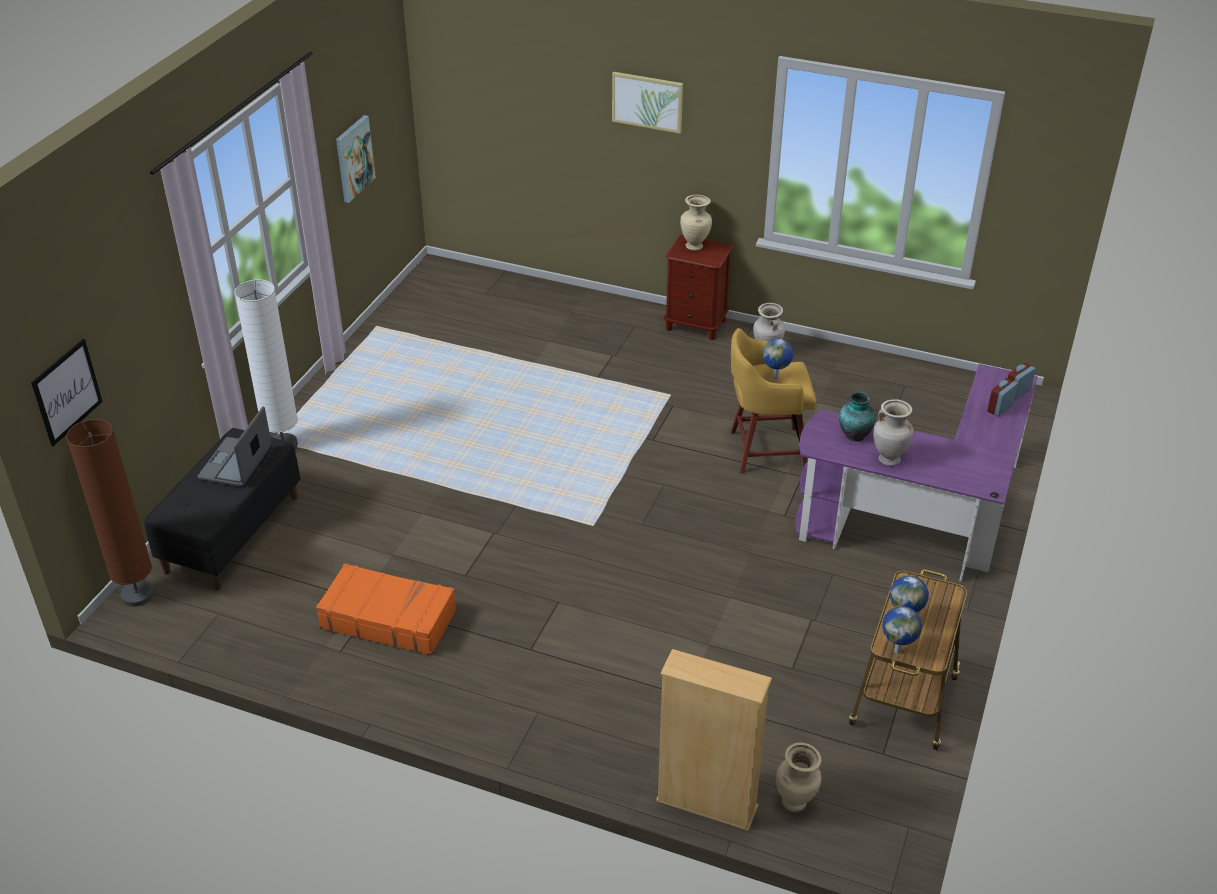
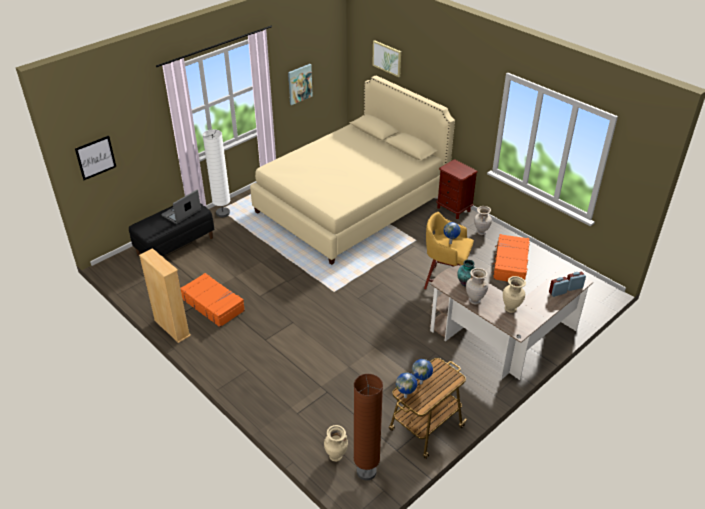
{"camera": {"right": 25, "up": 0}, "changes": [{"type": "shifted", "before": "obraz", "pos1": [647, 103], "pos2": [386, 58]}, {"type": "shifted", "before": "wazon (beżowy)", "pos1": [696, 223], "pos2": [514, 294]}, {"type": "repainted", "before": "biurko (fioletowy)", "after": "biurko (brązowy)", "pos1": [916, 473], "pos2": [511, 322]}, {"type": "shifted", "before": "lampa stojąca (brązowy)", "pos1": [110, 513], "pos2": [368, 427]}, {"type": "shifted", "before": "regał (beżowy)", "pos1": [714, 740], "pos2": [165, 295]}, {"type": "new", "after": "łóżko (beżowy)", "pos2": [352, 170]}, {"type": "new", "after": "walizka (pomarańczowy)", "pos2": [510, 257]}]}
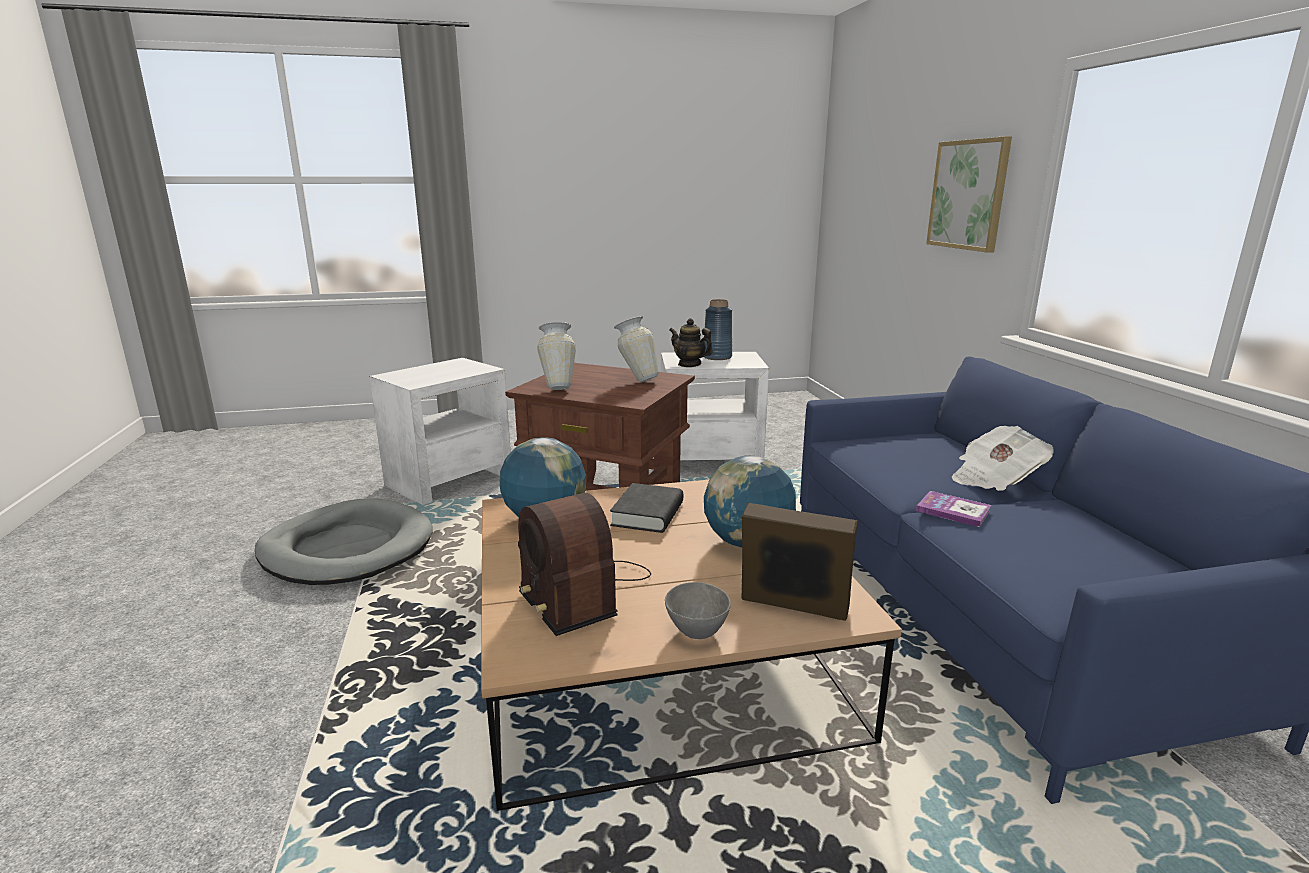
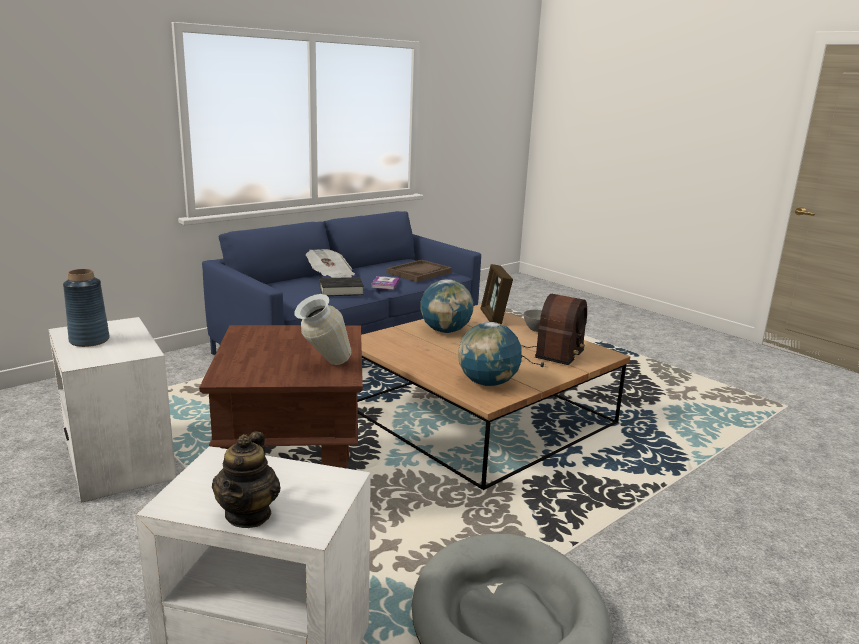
{"camera": {"right": -120, "up": 0}, "changes": [{"type": "gone", "before": "obraz", "pos1": [969, 194]}, {"type": "gone", "before": "wazon", "pos1": [636, 349]}, {"type": "shifted", "before": "imbryk", "pos1": [691, 342], "pos2": [246, 479]}, {"type": "shifted", "before": "książka (czarny)", "pos1": [646, 508], "pos2": [342, 286]}, {"type": "new", "after": "taca (brązowy)", "pos2": [419, 271]}]}
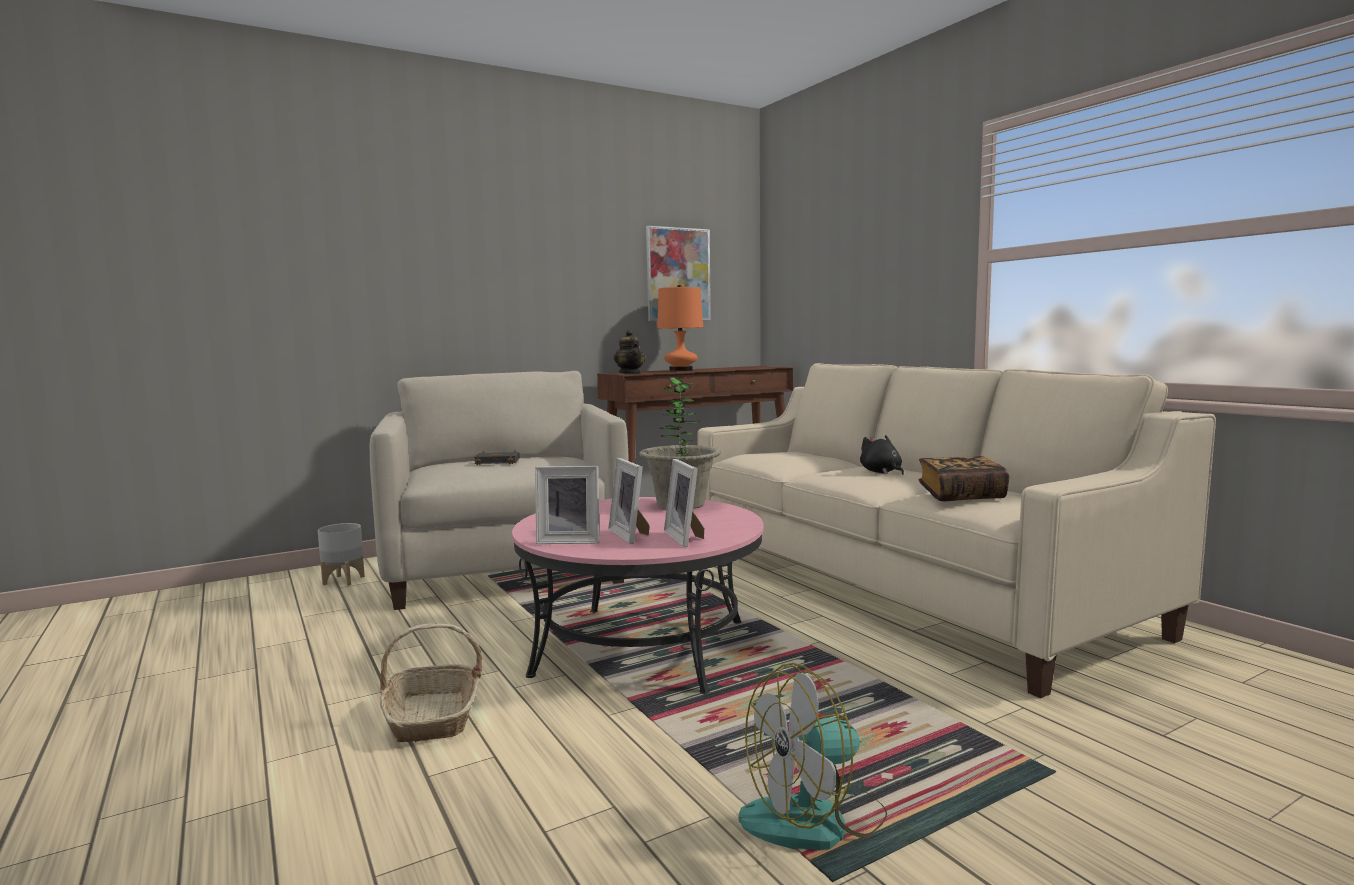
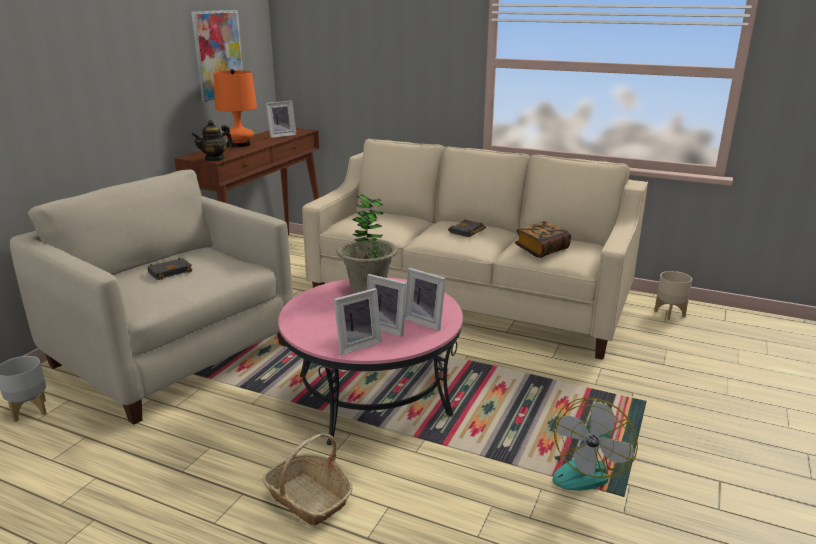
{"camera": {"right": -35, "up": 15}, "changes": [{"type": "rotated", "before": "imbryk", "pos1": [630, 352], "pos2": [212, 140], "turn": 105}, {"type": "swapped", "before": "pluszak (czarny)", "after": "książka (czarny)", "pos1": [882, 455], "pos2": [467, 228]}, {"type": "new", "after": "ramka na zdjęcie", "pos2": [281, 119]}, {"type": "new", "after": "donica (beżowy)", "pos2": [673, 295]}]}
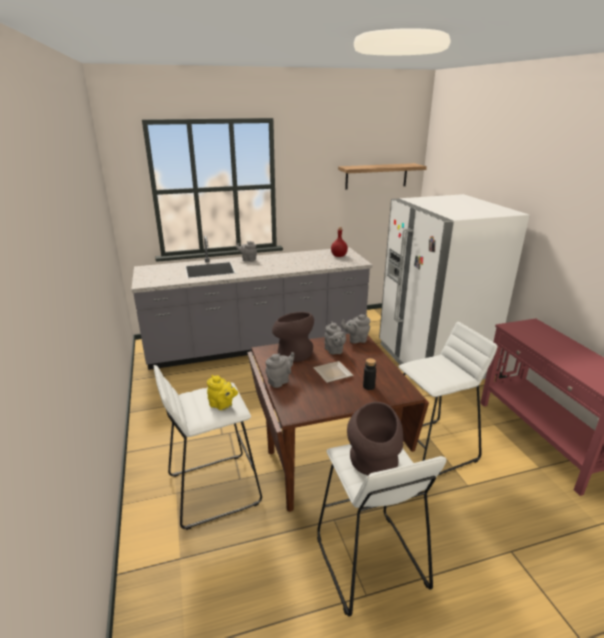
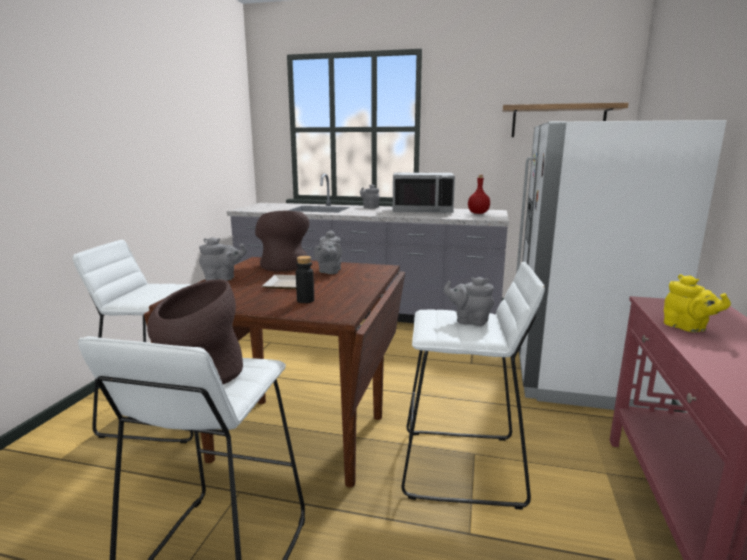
{"camera": {"right": 30, "up": -10}, "changes": [{"type": "shifted", "before": "imbryk (szary)", "pos1": [355, 329], "pos2": [468, 301]}, {"type": "shifted", "before": "imbryk (żółty)", "pos1": [222, 392], "pos2": [697, 303]}, {"type": "new", "after": "mikrofalówka (szary)", "pos2": [424, 192]}]}
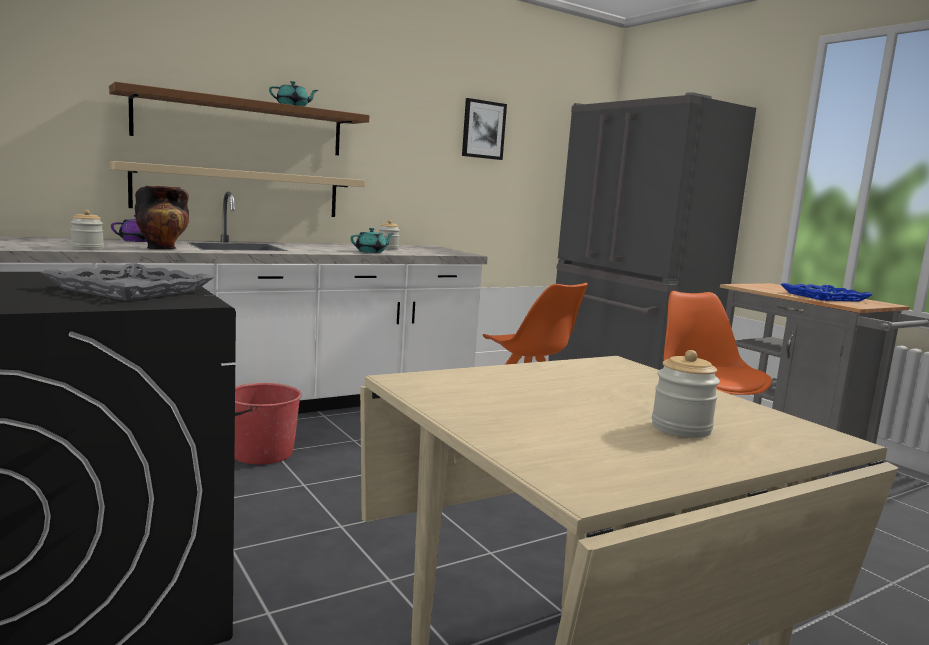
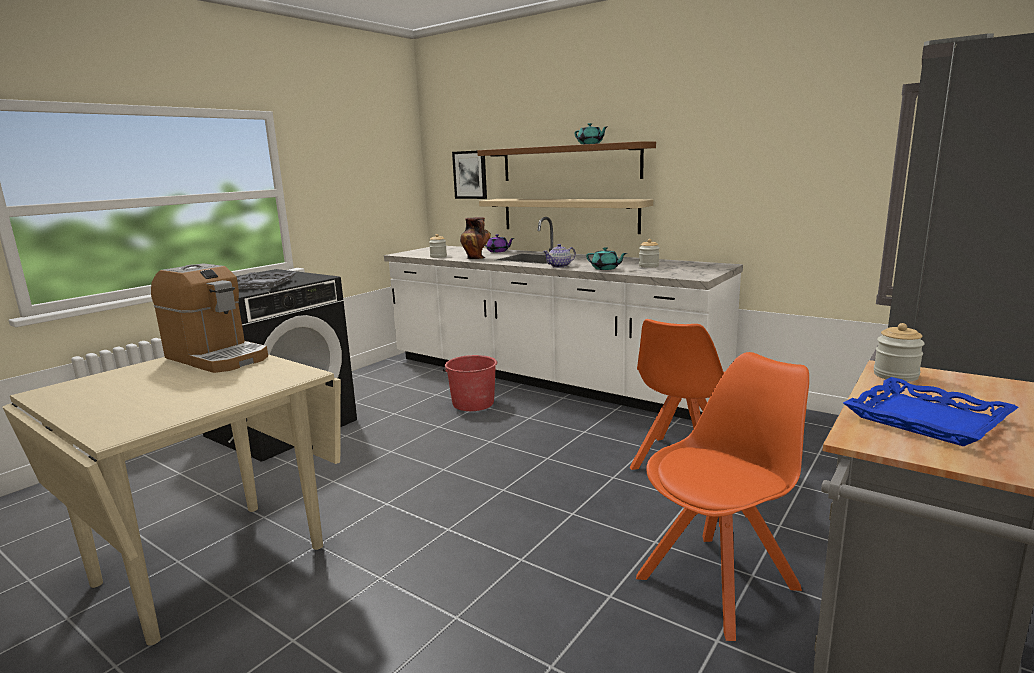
{"camera": {"right": 70, "up": 5}, "changes": [{"type": "shifted", "before": "obraz", "pos1": [484, 129], "pos2": [469, 175]}, {"type": "shifted", "before": "słoik", "pos1": [686, 394], "pos2": [899, 352]}, {"type": "new", "after": "imbryk", "pos2": [559, 256]}, {"type": "new", "after": "ekspres do kawy", "pos2": [209, 318]}]}
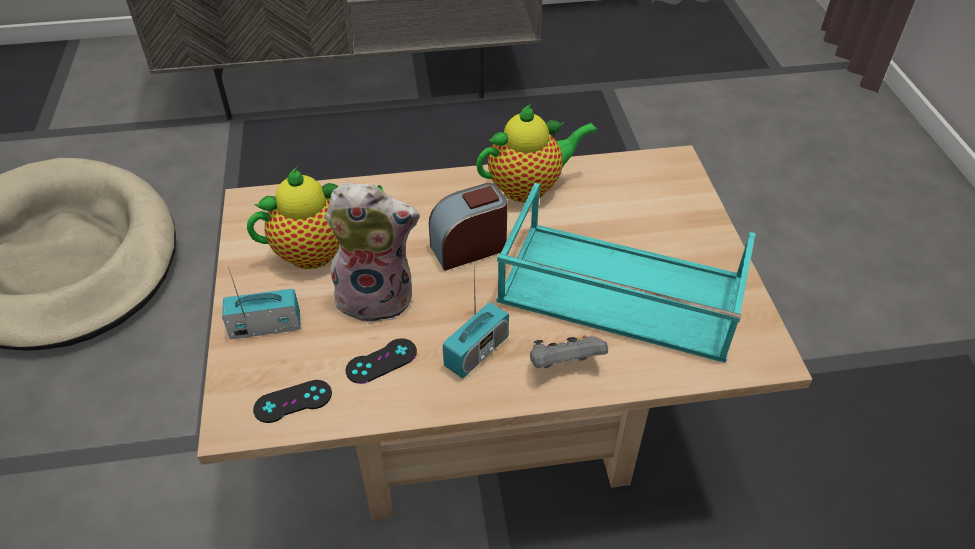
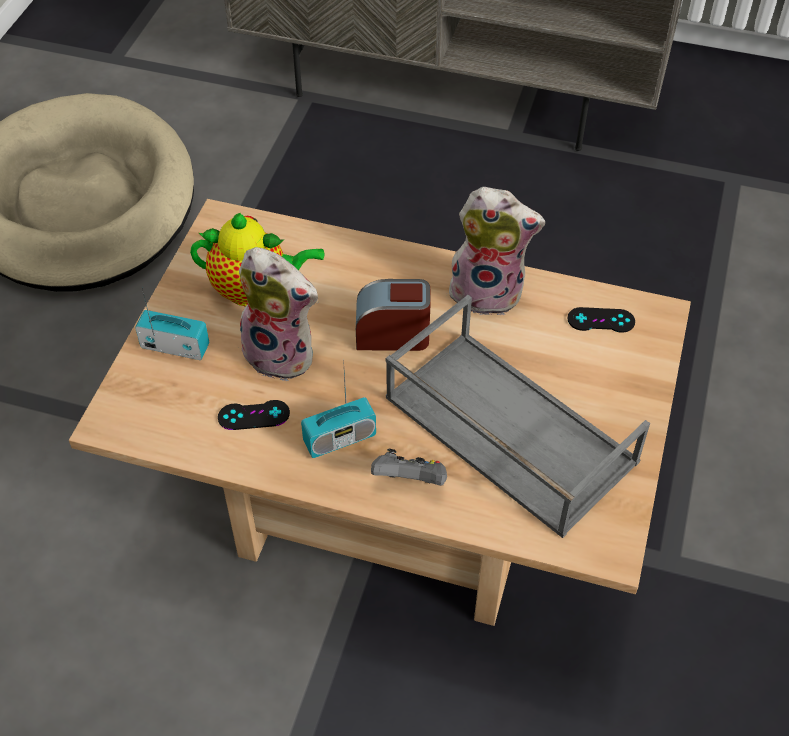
{"camera": {"right": 25, "up": 5}, "changes": [{"type": "swapped", "before": "imbryk", "after": "pluszak", "pos1": [537, 153], "pos2": [497, 251]}, {"type": "repainted", "before": "taca (turkusowy)", "after": "taca (szary)", "pos1": [626, 273], "pos2": [518, 416]}, {"type": "shifted", "before": "pad do gier (czarny)", "pos1": [292, 401], "pos2": [601, 320]}]}
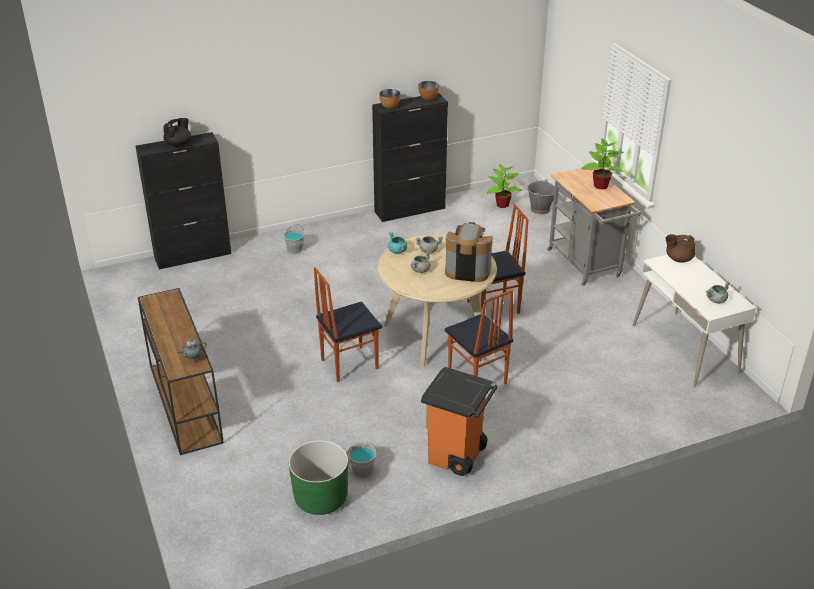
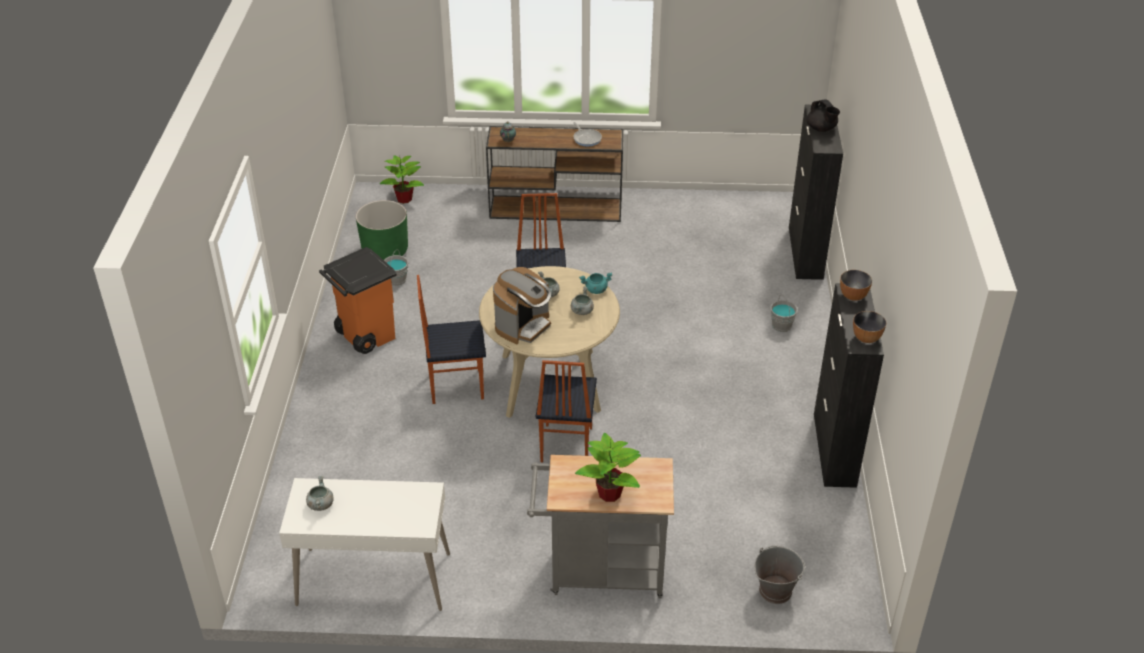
{"camera": {"right": 115, "up": 5}, "changes": [{"type": "shifted", "before": "roślina doniczkowa", "pos1": [504, 186], "pos2": [402, 179]}, {"type": "gone", "before": "imbryk (brązowy)", "pos1": [680, 248]}, {"type": "new", "after": "patelnia", "pos2": [587, 134]}]}
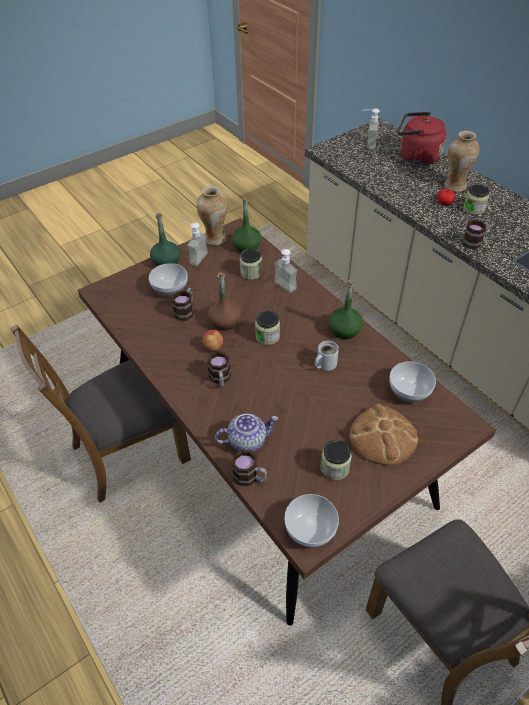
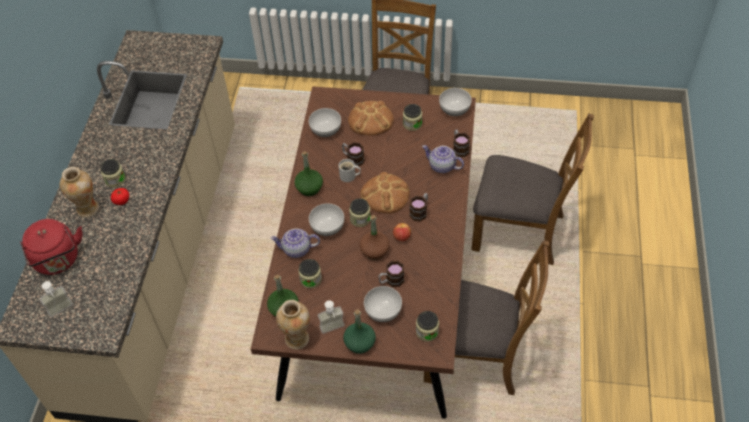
{"camera": {"right": -135, "up": 5}, "changes": [{"type": "shifted", "before": "kubek", "pos1": [478, 234], "pos2": [353, 154]}, {"type": "swapped", "before": "dozownik mydła", "after": "imbryk", "pos1": [286, 269], "pos2": [295, 243]}, {"type": "new", "after": "krzesło (brązowy)", "pos2": [532, 189]}, {"type": "new", "after": "chleb", "pos2": [385, 193]}, {"type": "new", "after": "miska", "pos2": [326, 219]}, {"type": "new", "after": "słoik", "pos2": [427, 326]}]}
